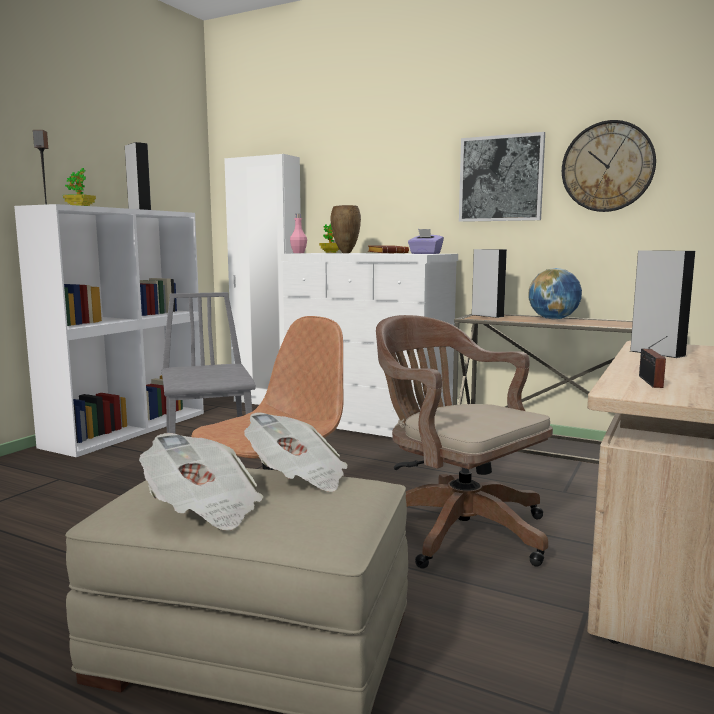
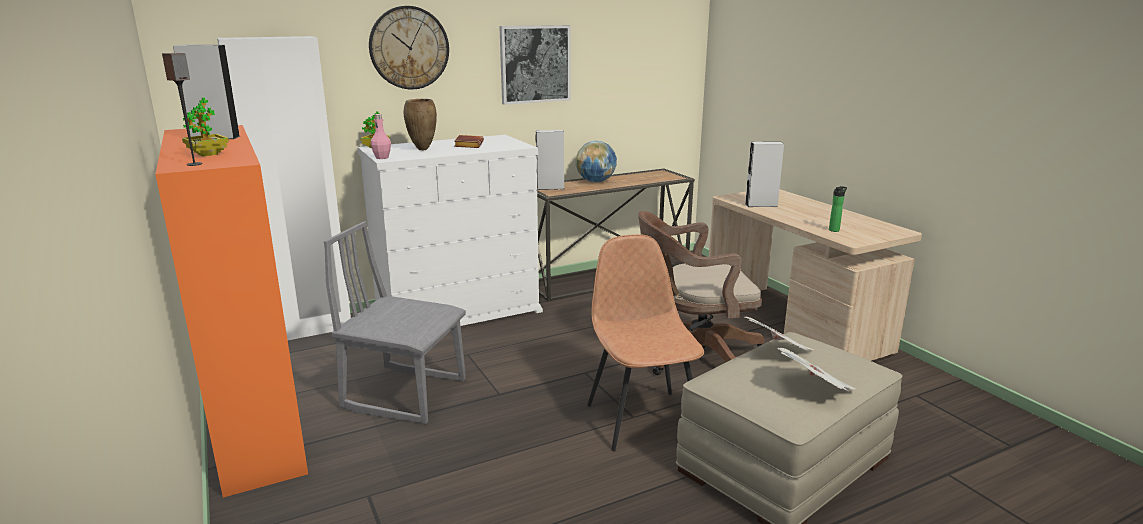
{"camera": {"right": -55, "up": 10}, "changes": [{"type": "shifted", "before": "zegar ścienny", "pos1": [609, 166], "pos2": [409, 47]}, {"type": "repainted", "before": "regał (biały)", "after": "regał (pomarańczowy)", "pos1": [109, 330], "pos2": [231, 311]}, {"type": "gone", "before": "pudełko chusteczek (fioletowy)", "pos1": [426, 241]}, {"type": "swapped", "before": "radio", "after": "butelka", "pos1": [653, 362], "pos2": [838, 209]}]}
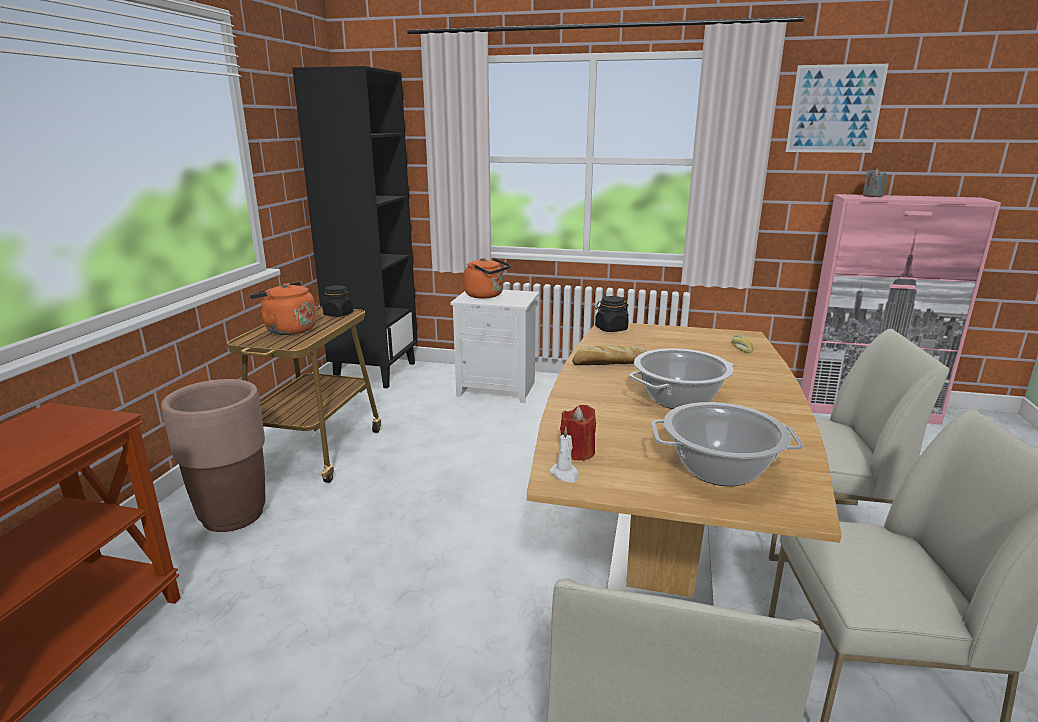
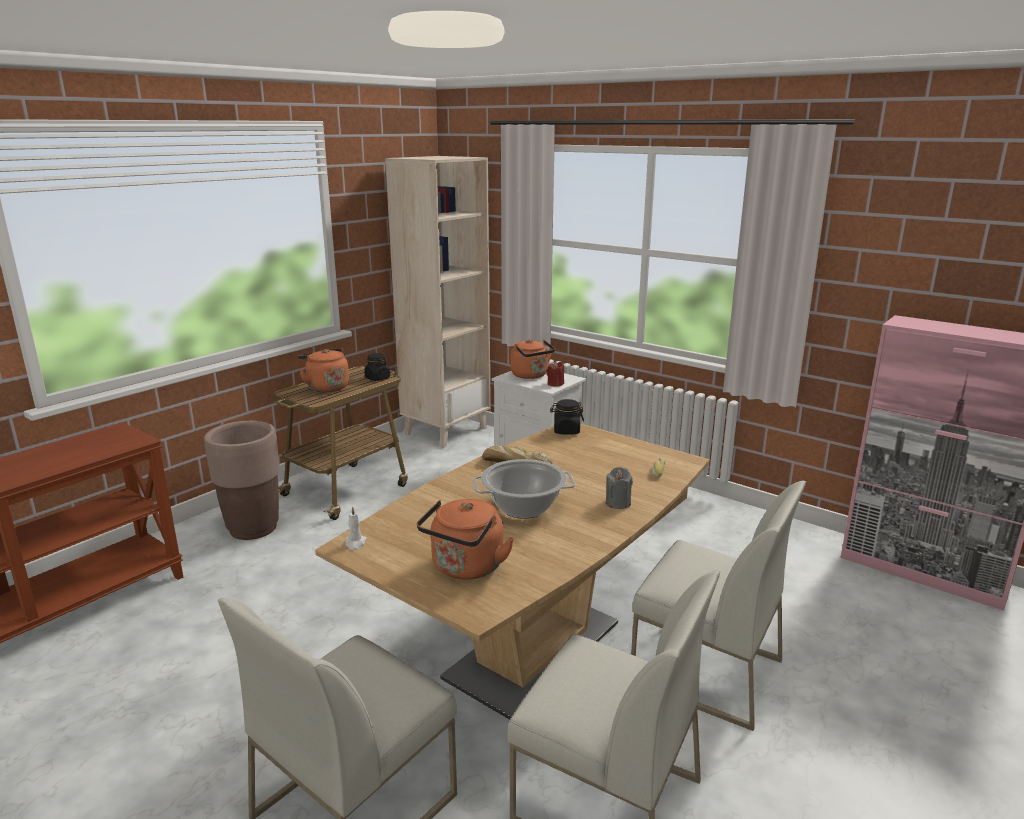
{"camera": {"right": 25, "up": 0}, "changes": [{"type": "gone", "before": "obraz", "pos1": [837, 108]}, {"type": "repainted", "before": "regał (czarny)", "after": "regał (beżowy)", "pos1": [355, 227], "pos2": [438, 302]}, {"type": "shifted", "before": "świeca (szary)", "pos1": [875, 182], "pos2": [619, 488]}, {"type": "swapped", "before": "garnek", "after": "czajnik (pomarańczowy)", "pos1": [728, 444], "pos2": [465, 539]}, {"type": "shifted", "before": "świeca (czerwony)", "pos1": [578, 433], "pos2": [555, 374]}]}
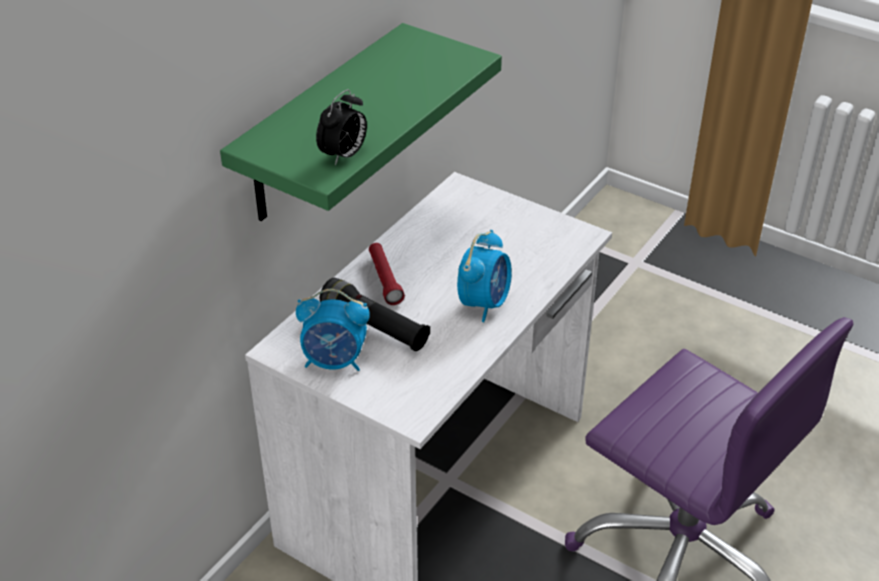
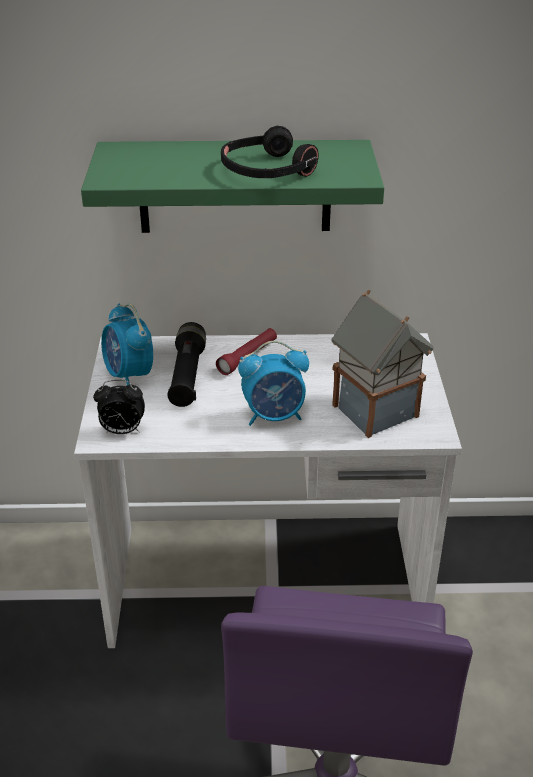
{"camera": {"right": 55, "up": -5}, "changes": [{"type": "shifted", "before": "budzik", "pos1": [341, 127], "pos2": [119, 407]}, {"type": "new", "after": "słuchawki (czarny)", "pos2": [270, 152]}, {"type": "new", "after": "domek", "pos2": [382, 364]}]}
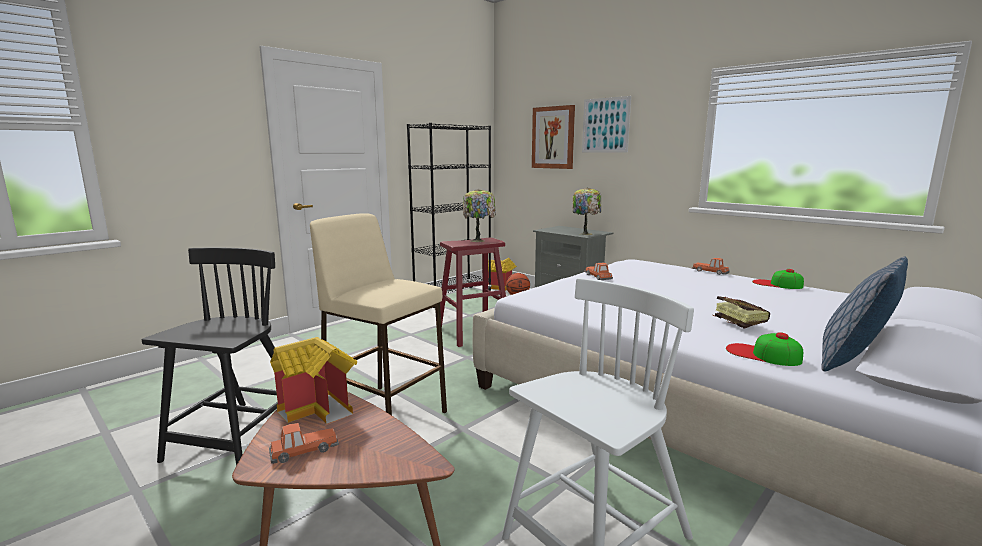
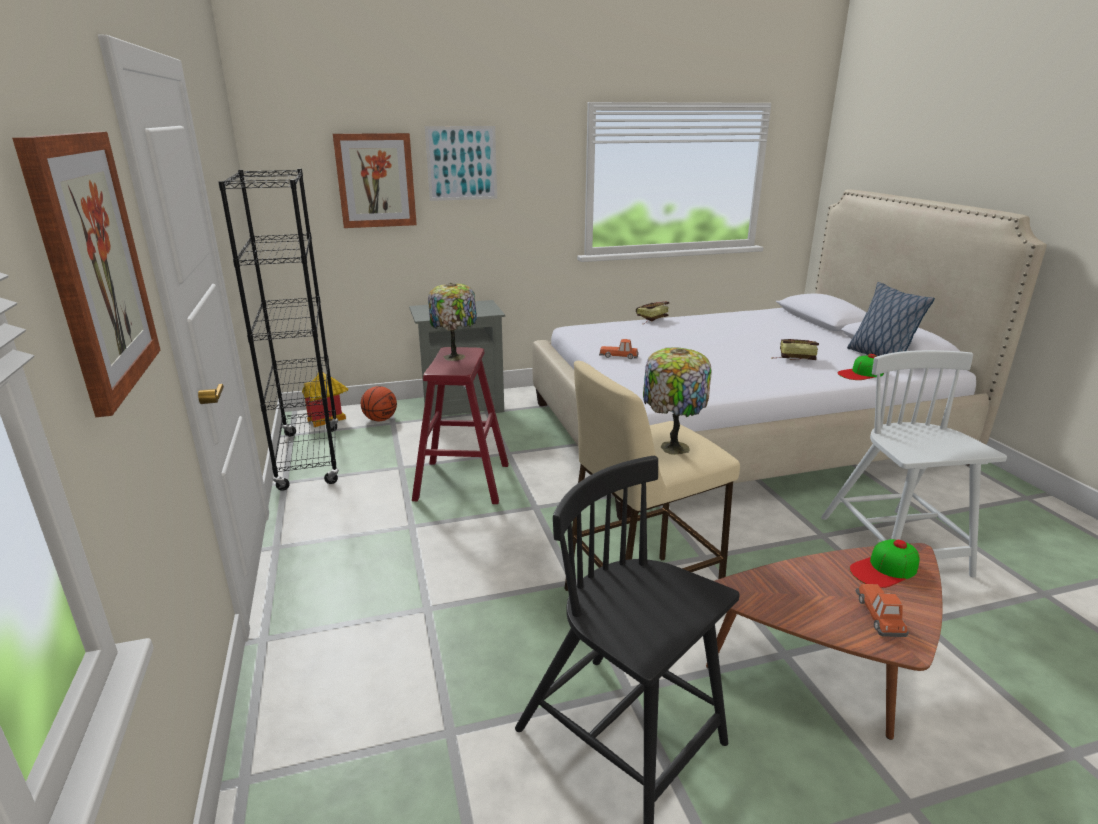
{"camera": {"right": -60, "up": 10}, "changes": [{"type": "shifted", "before": "lampa stołowa", "pos1": [587, 211], "pos2": [677, 401]}, {"type": "swapped", "before": "samochodzik", "after": "książka", "pos1": [711, 266], "pos2": [652, 313]}, {"type": "shifted", "before": "czapka z daszkiem", "pos1": [778, 279], "pos2": [885, 563]}, {"type": "gone", "before": "domek", "pos1": [313, 380]}, {"type": "new", "after": "obraz", "pos2": [86, 274]}]}
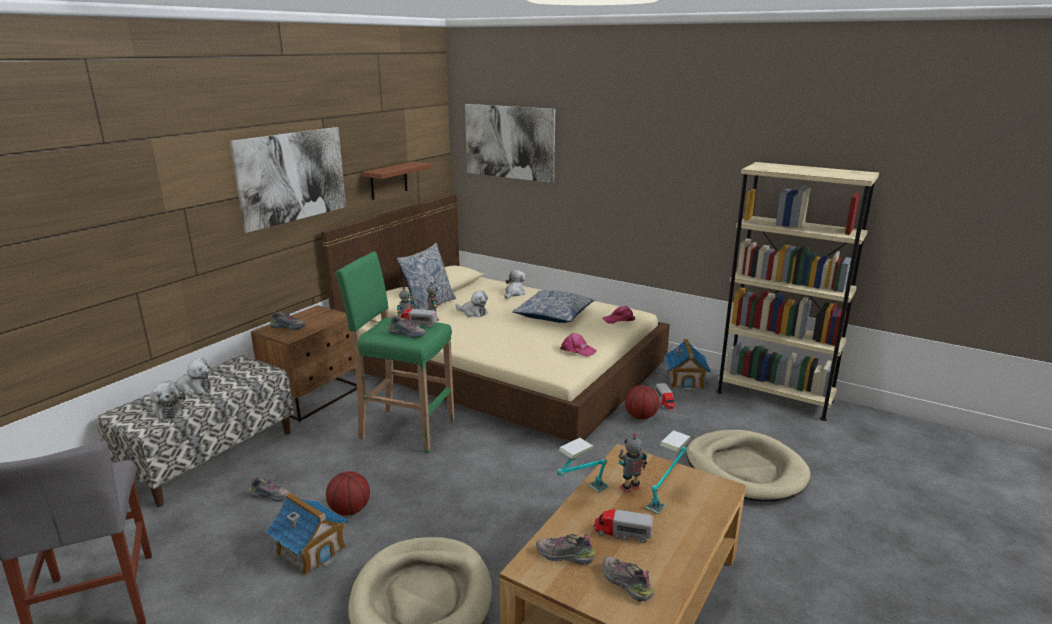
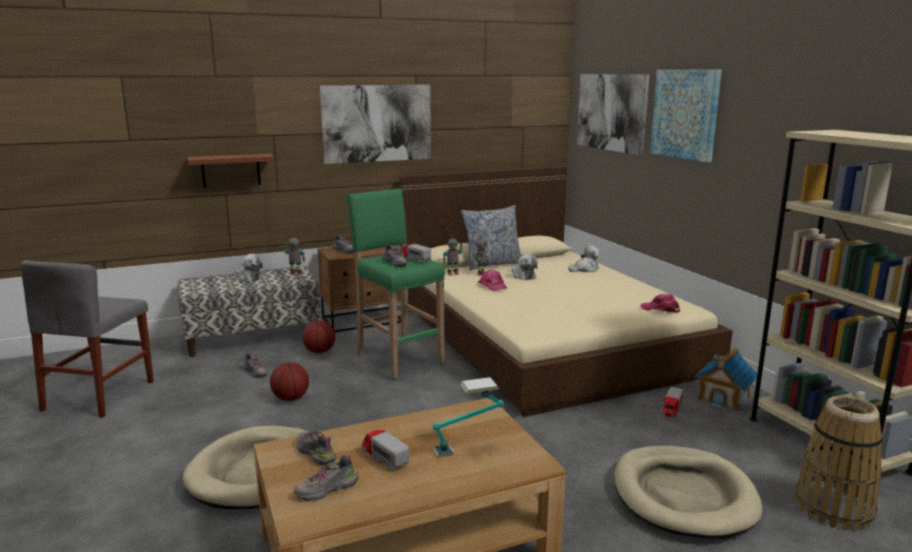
{"camera": {"right": 35, "up": -5}, "changes": [{"type": "shifted", "before": "półka (brązowy)", "pos1": [396, 180], "pos2": [231, 170]}, {"type": "gone", "before": "poduszka", "pos1": [553, 306]}, {"type": "shifted", "before": "czapka z daszkiem (różowy)", "pos1": [578, 345], "pos2": [493, 280]}, {"type": "gone", "before": "pluszak", "pos1": [167, 401]}, {"type": "shifted", "before": "piłka do koszykówki", "pos1": [642, 402], "pos2": [318, 337]}, {"type": "shifted", "before": "robot zabawkowy", "pos1": [633, 463], "pos2": [294, 254]}, {"type": "gone", "before": "lampa stołowa", "pos1": [583, 465]}, {"type": "gone", "before": "domek", "pos1": [307, 534]}, {"type": "rotated", "before": "but", "pos1": [628, 578], "pos2": [326, 478], "turn": -120}, {"type": "new", "after": "obraz", "pos2": [686, 116]}, {"type": "new", "after": "koszyk", "pos2": [839, 463]}]}
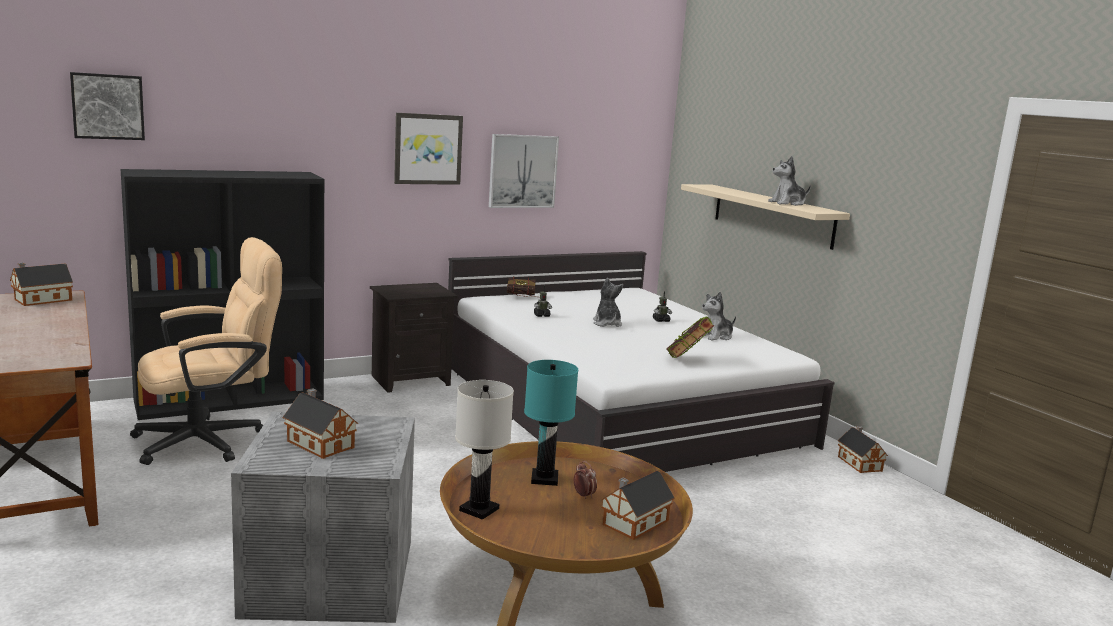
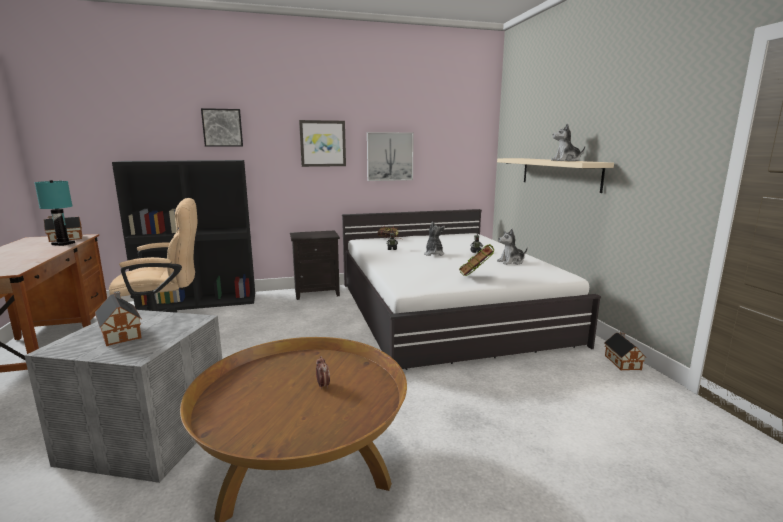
{"camera": {"right": 15, "up": 0}, "changes": [{"type": "shifted", "before": "obraz", "pos1": [107, 106], "pos2": [222, 127]}, {"type": "shifted", "before": "lampa stołowa (turkusowy)", "pos1": [551, 423], "pos2": [54, 213]}, {"type": "gone", "before": "lampa stołowa (biały)", "pos1": [484, 450]}, {"type": "gone", "before": "domek", "pos1": [638, 505]}]}
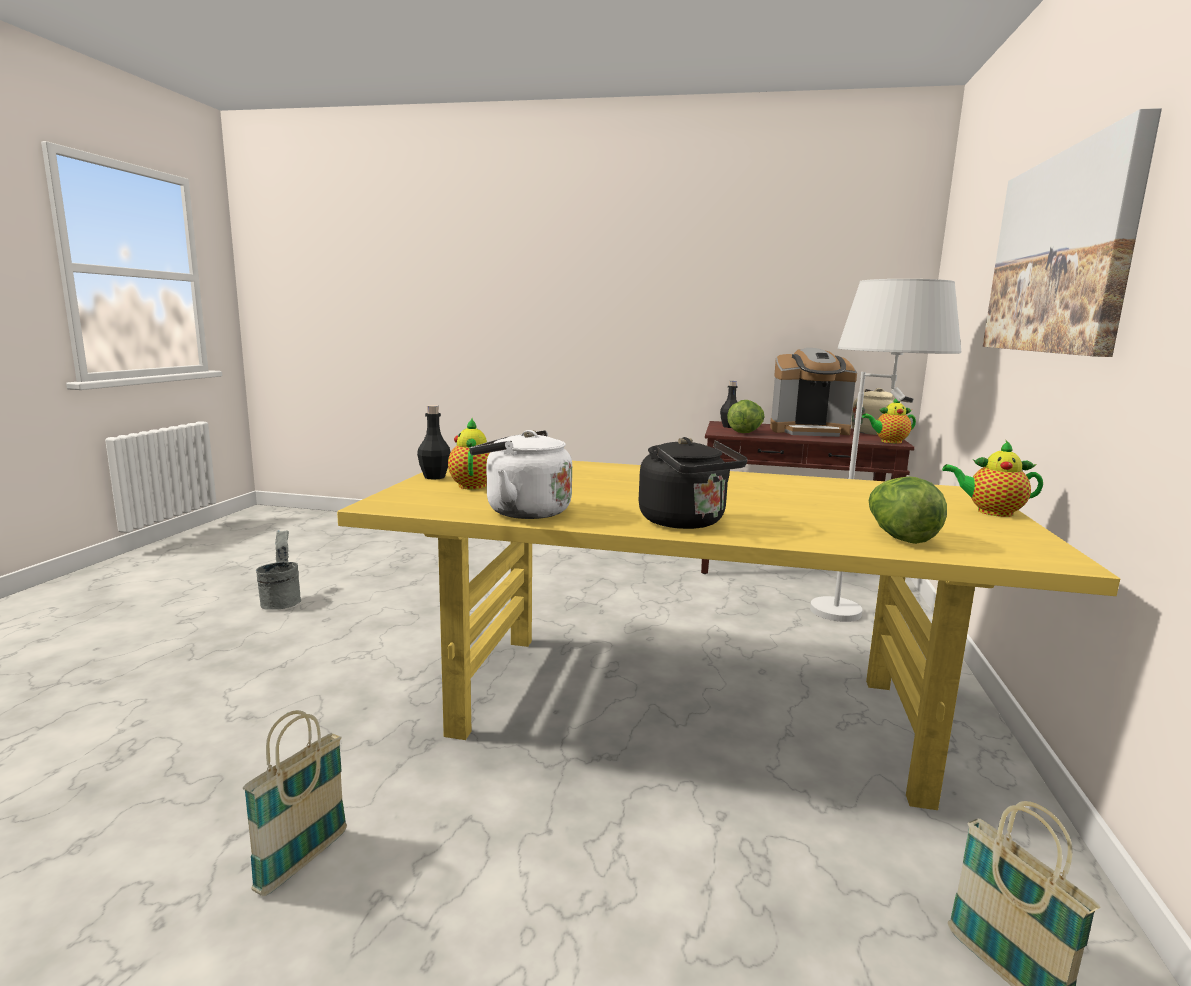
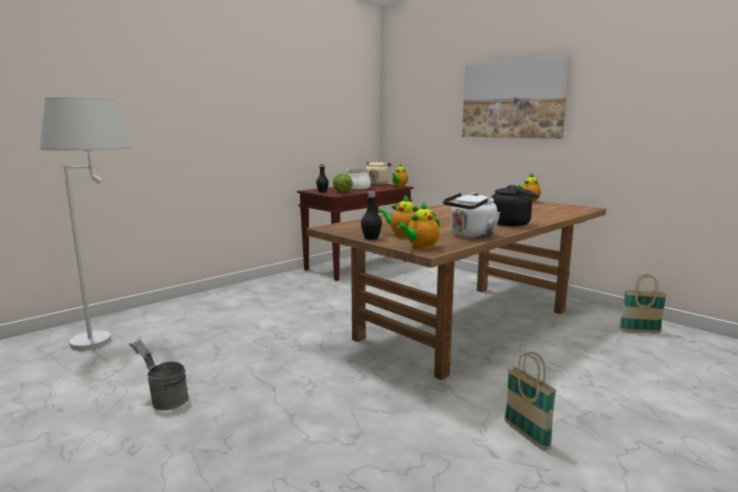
{"camera": {"right": -55, "up": 0}, "changes": [{"type": "shifted", "before": "lampa stojąca (biały)", "pos1": [885, 450], "pos2": [86, 223]}, {"type": "swapped", "before": "ekspres do kawy", "after": "garnek", "pos1": [813, 392], "pos2": [358, 179]}, {"type": "repainted", "before": "stół jadalny (żółty)", "after": "stół jadalny (brązowy)", "pos1": [728, 635], "pos2": [456, 288]}, {"type": "gone", "before": "sałata", "pos1": [908, 510]}, {"type": "new", "after": "imbryk", "pos2": [418, 225]}]}
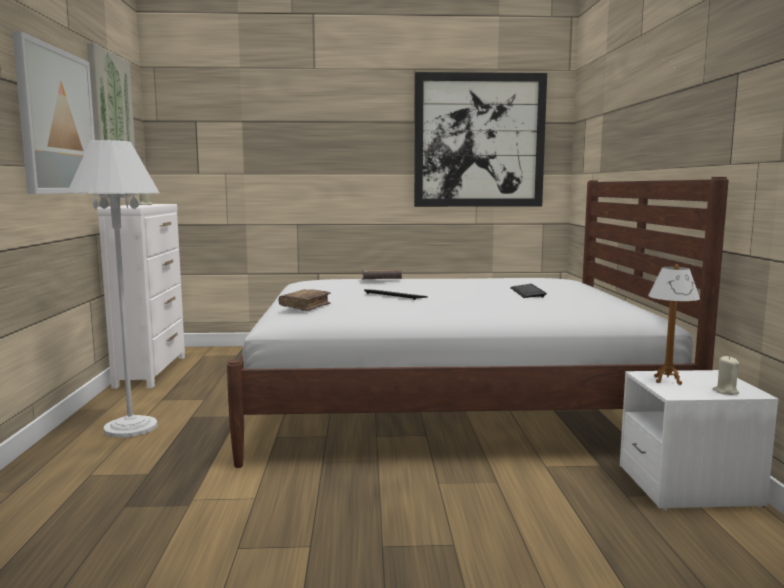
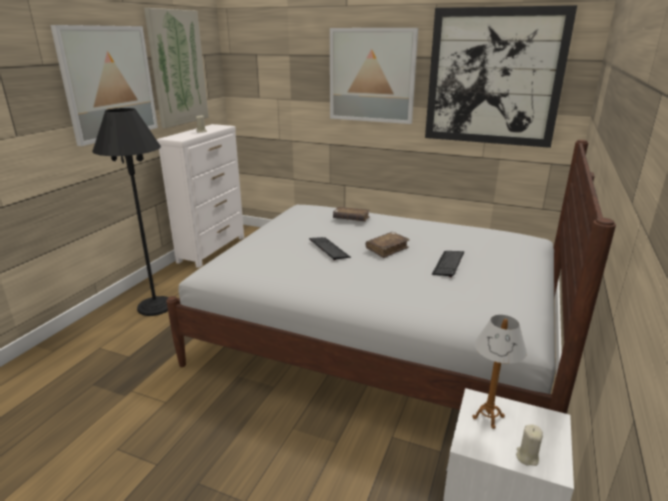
{"camera": {"right": 25, "up": 15}, "changes": [{"type": "repainted", "before": "lampa stojąca (biały)", "after": "lampa stojąca (czarny)", "pos1": [113, 289], "pos2": [130, 212]}, {"type": "shifted", "before": "książka (brązowy)", "pos1": [305, 300], "pos2": [388, 245]}, {"type": "new", "after": "obraz", "pos2": [374, 76]}]}
